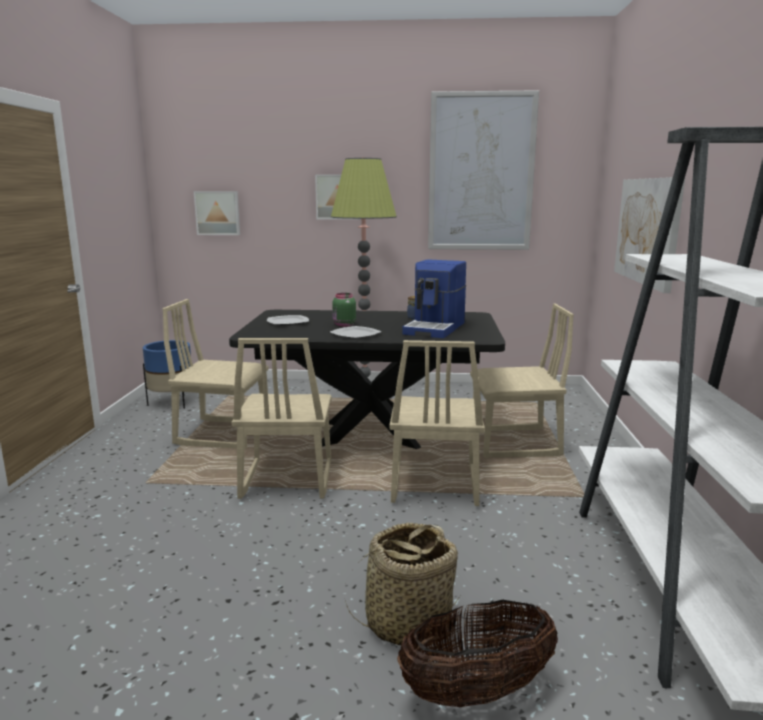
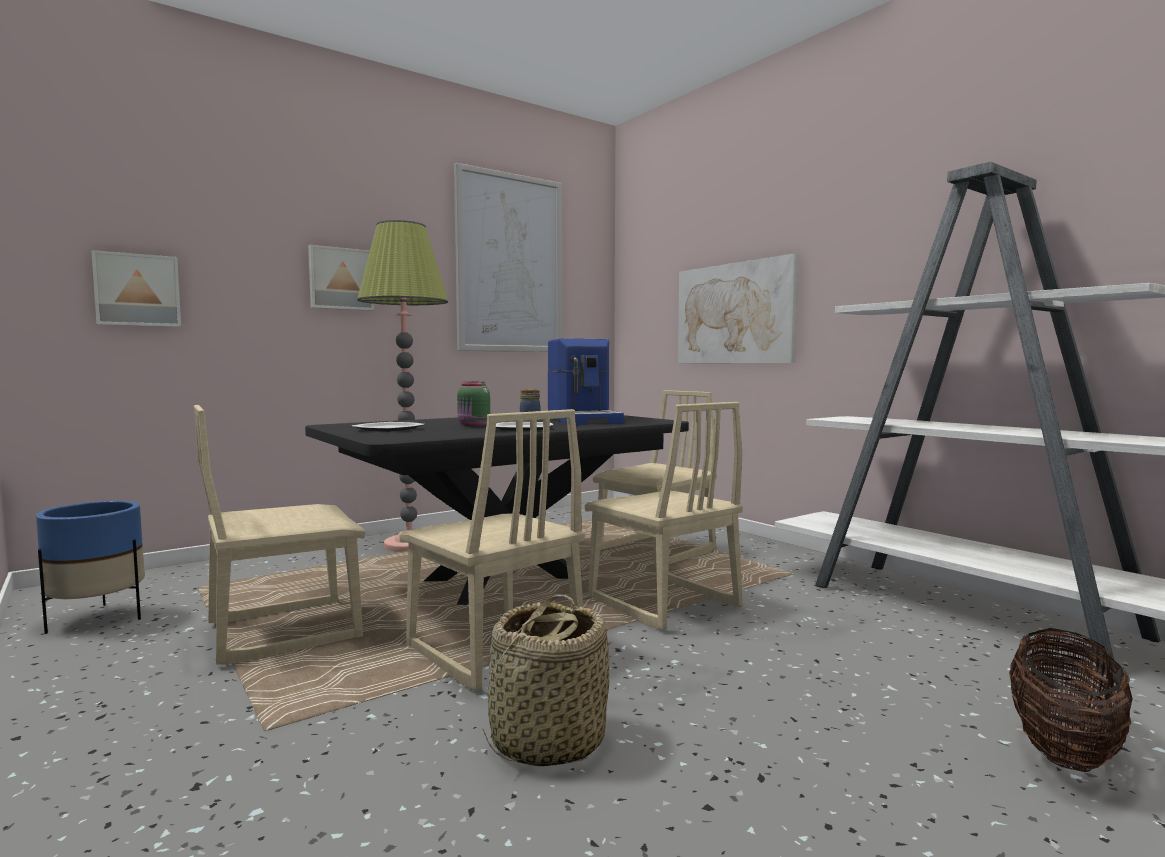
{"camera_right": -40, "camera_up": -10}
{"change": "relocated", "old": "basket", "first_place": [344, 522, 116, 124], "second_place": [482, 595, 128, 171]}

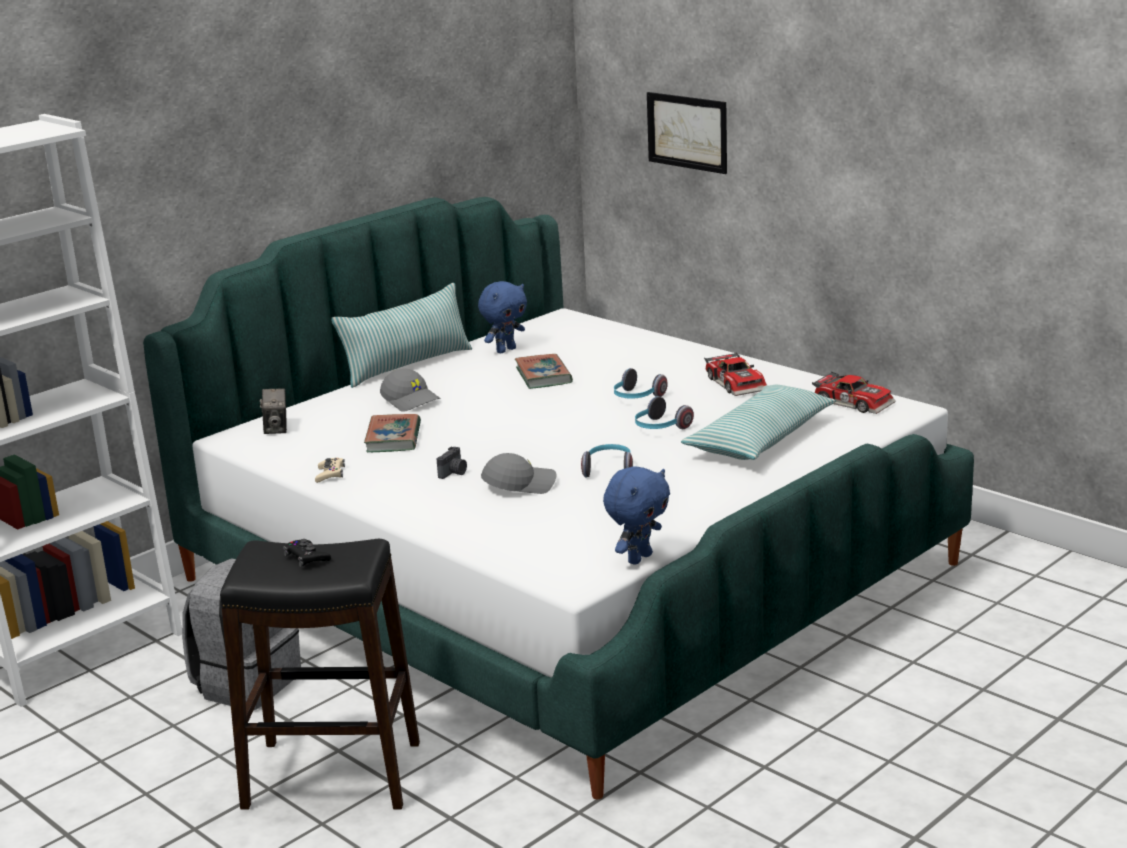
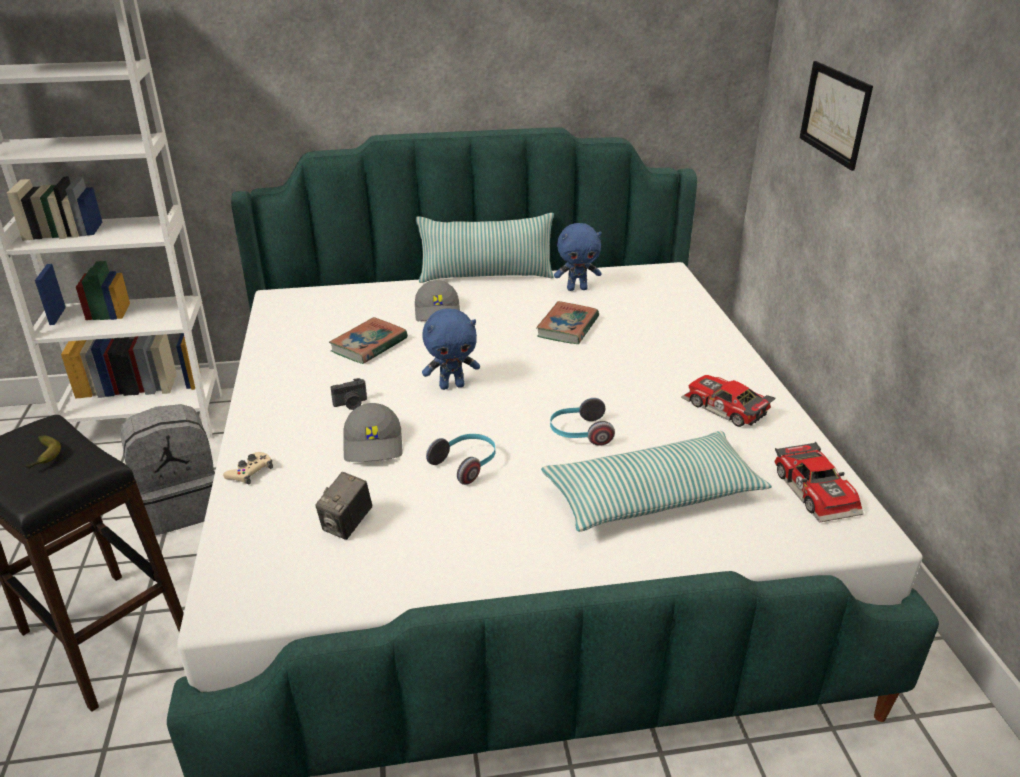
{"camera_right": 35, "camera_up": 10}
{"change": "exchanged", "old": "game controller in black", "new": "banana", "first_place": [283, 539, 48, 28], "second_place": [26, 435, 35, 34]}
{"change": "relocated", "old": "game controller in beige", "first_place": [315, 458, 30, 25], "second_place": [223, 452, 50, 32]}
{"change": "relocated", "old": "photo camera", "first_place": [260, 389, 27, 45], "second_place": [315, 472, 57, 68]}
{"change": "spun", "old": "cap in grey", "first_place": [481, 453, 76, 41], "second_place": [343, 403, 60, 59], "degrees": 60}
{"change": "relocated", "old": "plush toy in blue", "first_place": [603, 466, 67, 99], "second_place": [422, 309, 58, 81]}
{"change": "spun", "old": "toy car", "first_place": [704, 352, 63, 44], "second_place": [681, 375, 94, 52], "degrees": 120}
{"change": "missing", "old": "headphones", "first_place": [614, 368, 54, 31]}

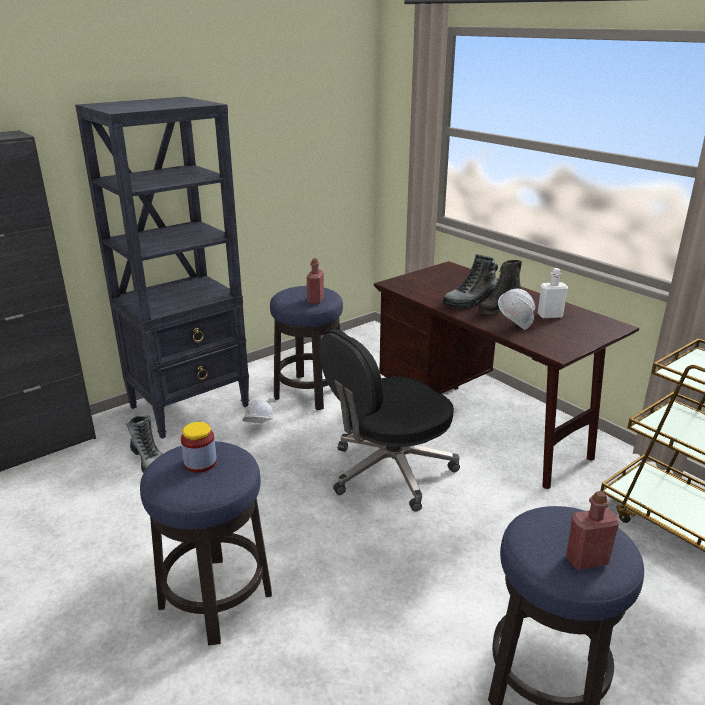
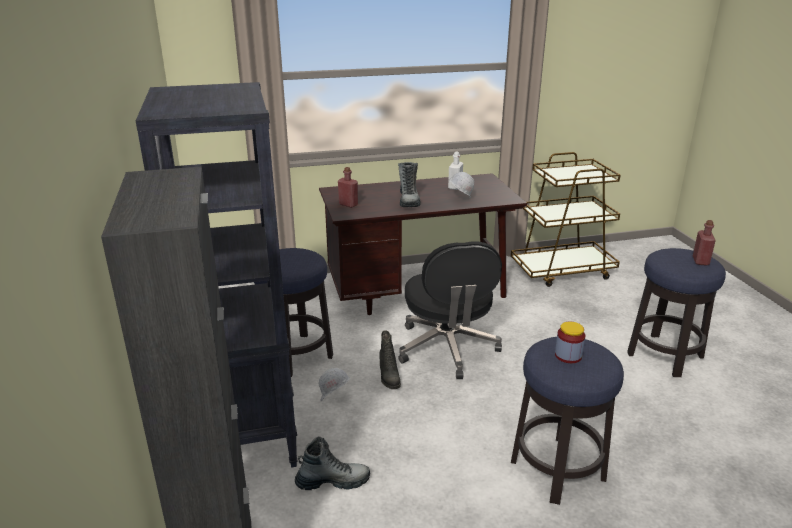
{"camera_right": -65, "camera_up": 0}
{"change": "relocated", "old": "bottle in red", "first_place": [307, 258, 17, 46], "second_place": [338, 167, 20, 41]}
{"change": "relocated", "old": "boot in black", "first_place": [478, 260, 44, 55], "second_place": [379, 330, 22, 59]}

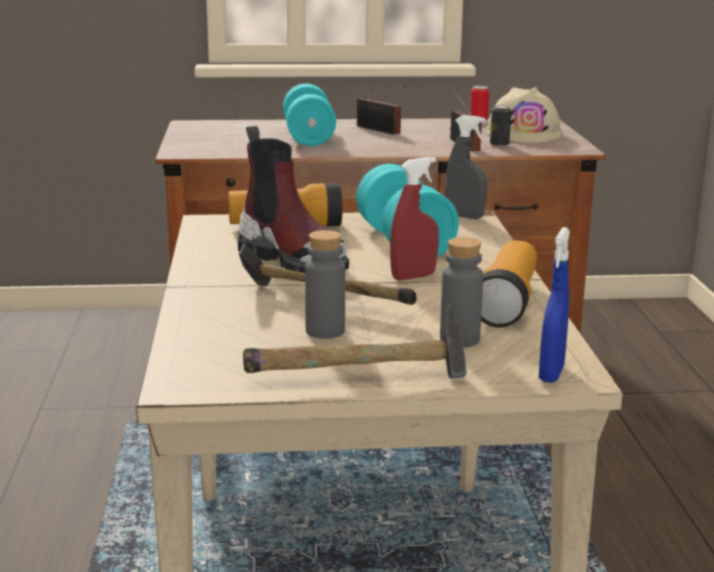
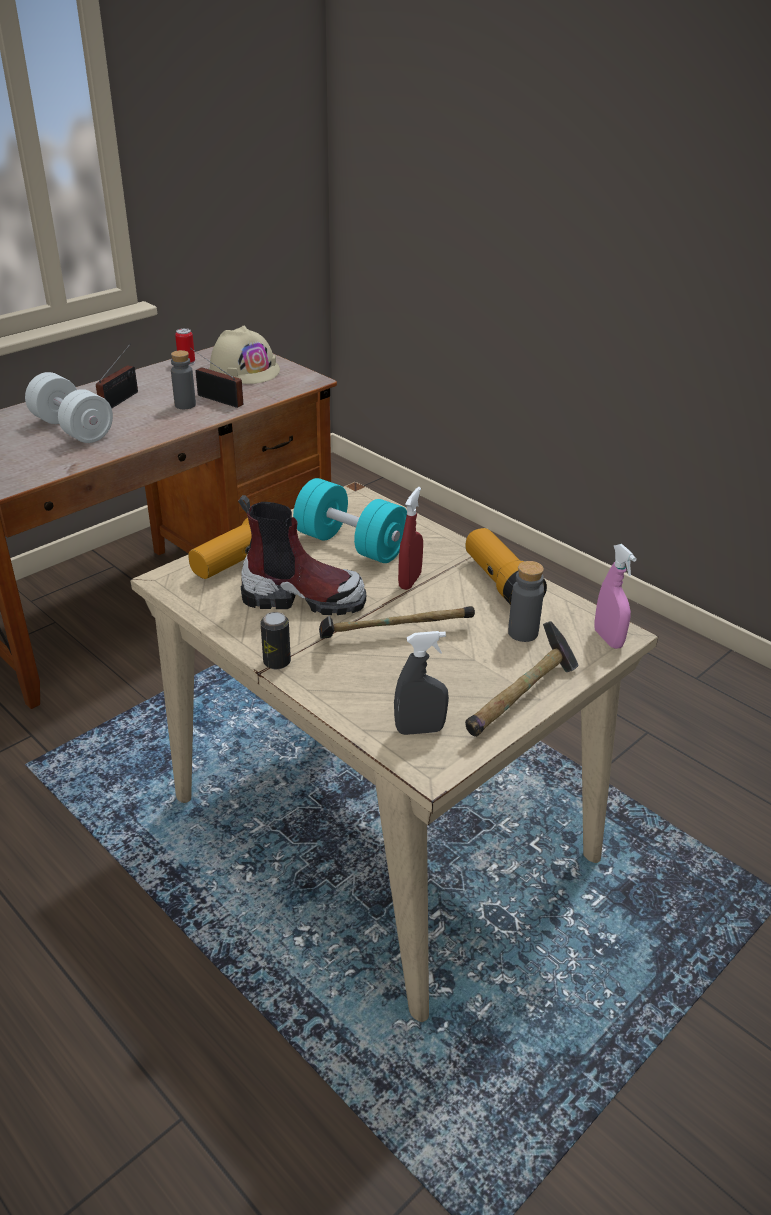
{"camera_right": -40, "camera_up": 15}
{"change": "colour", "old": "dumbbell in turquoise", "new": "dumbbell in white", "first_place": [283, 83, 53, 63], "second_place": [25, 372, 88, 71]}
{"change": "spun", "old": "radio", "first_place": [357, 85, 48, 50], "second_place": [96, 343, 42, 65], "degrees": -75}
{"change": "relocated", "old": "bottle in grey", "first_place": [305, 230, 40, 109], "second_place": [171, 350, 25, 59]}
{"change": "relocated", "old": "can", "first_place": [490, 105, 21, 42], "second_place": [261, 612, 30, 57]}
{"change": "relocated", "old": "spray bottle in grey", "first_place": [445, 115, 42, 104], "second_place": [394, 631, 55, 104]}
{"change": "colour", "old": "spray bottle in blue", "new": "spray bottle in pink", "first_place": [539, 227, 31, 156], "second_place": [595, 544, 42, 105]}

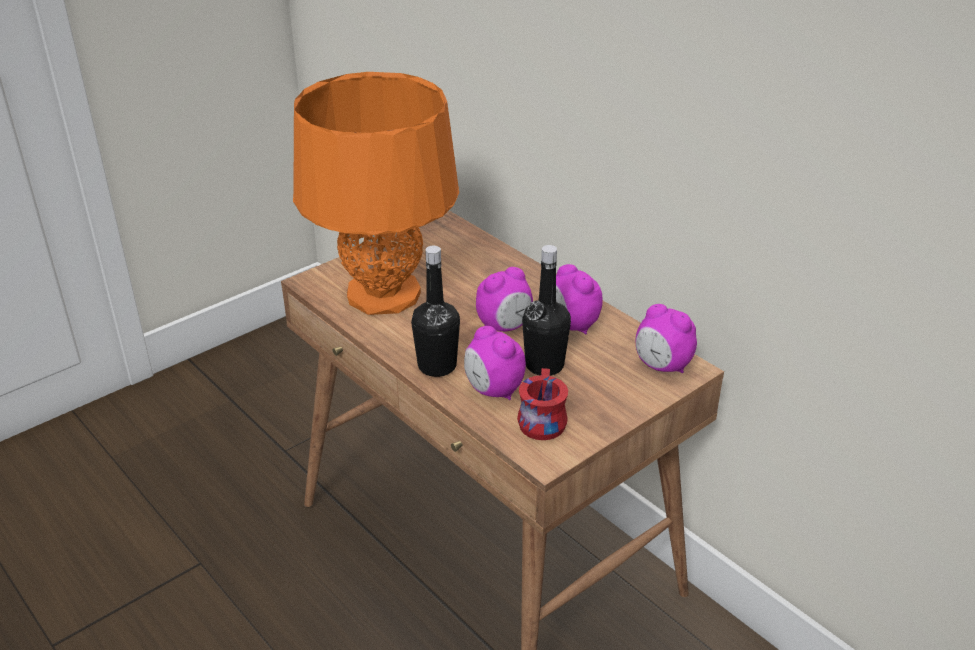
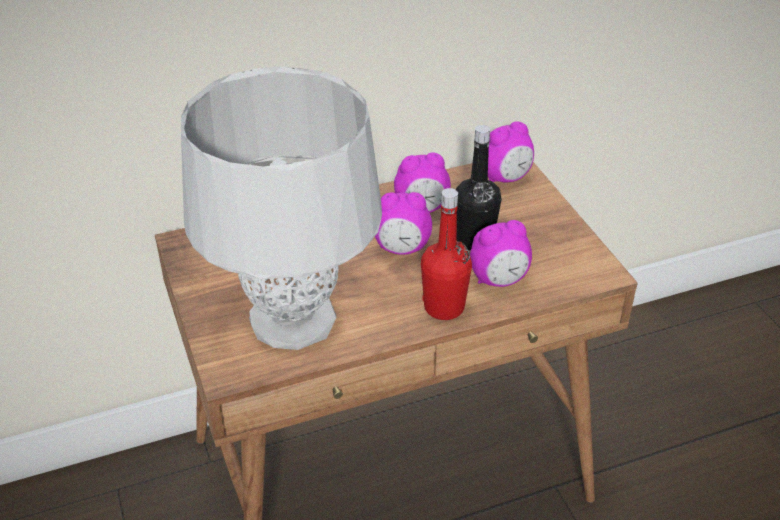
{"camera_right": -70, "camera_up": 5}
{"change": "colour", "old": "table lamp in orange", "new": "table lamp in grey", "first_place": [293, 72, 166, 243], "second_place": [181, 66, 201, 284]}
{"change": "spun", "old": "alarm clock", "first_place": [476, 267, 57, 65], "second_place": [375, 192, 57, 63], "degrees": 105}
{"change": "colour", "old": "bottle in black", "new": "bottle in red", "first_place": [411, 246, 49, 131], "second_place": [421, 188, 51, 132]}
{"change": "missing", "old": "mug in red", "first_place": [517, 368, 51, 72]}

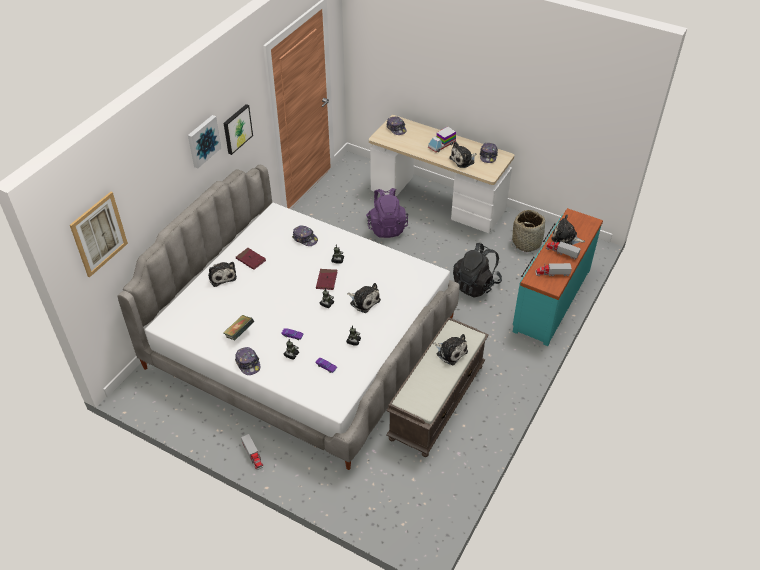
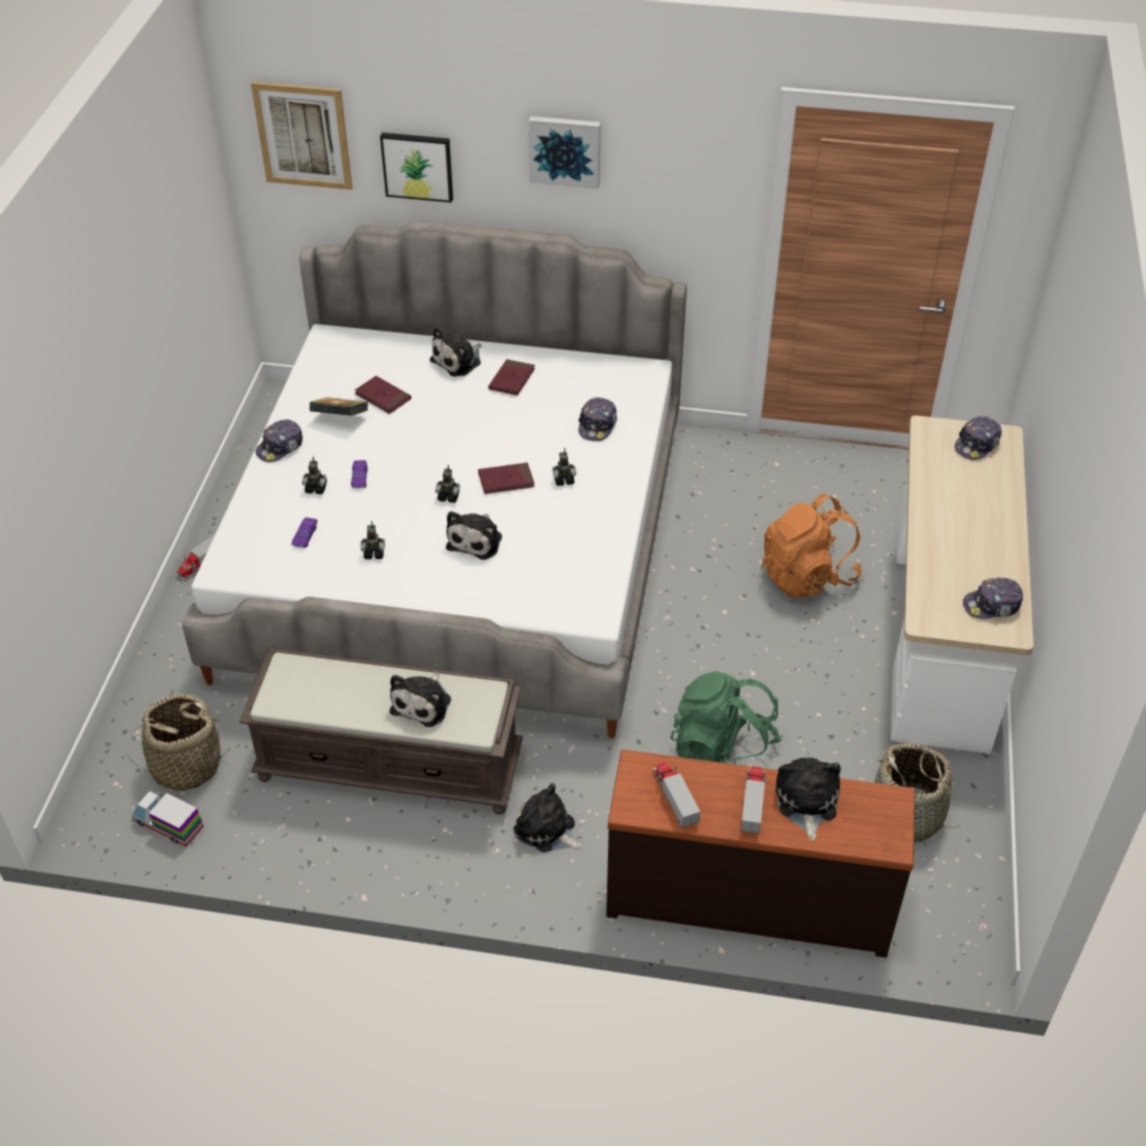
{"camera_right": 70, "camera_up": 0}
{"change": "appeared", "new": "basket", "second_place": [125, 694, 105, 97]}
{"change": "relocated", "old": "toy truck", "first_place": [428, 127, 28, 26], "second_place": [132, 791, 72, 55]}
{"change": "appeared", "new": "book in red", "second_place": [355, 376, 56, 38]}
{"change": "relocated", "old": "picture", "first_place": [224, 104, 29, 51], "second_place": [380, 133, 73, 70]}
{"change": "relocated", "old": "plush toy", "first_place": [449, 141, 27, 27], "second_place": [514, 783, 69, 69]}
{"change": "colour", "old": "dresser in turquoise", "new": "dresser in brown", "first_place": [513, 208, 90, 138], "second_place": [606, 749, 309, 209]}
{"change": "colour", "old": "backpack in black", "new": "backpack in green", "first_place": [453, 243, 49, 55], "second_place": [670, 671, 112, 93]}
{"change": "colour", "old": "backpack in purple", "new": "backpack in orange", "first_place": [366, 188, 42, 50], "second_place": [761, 494, 101, 104]}

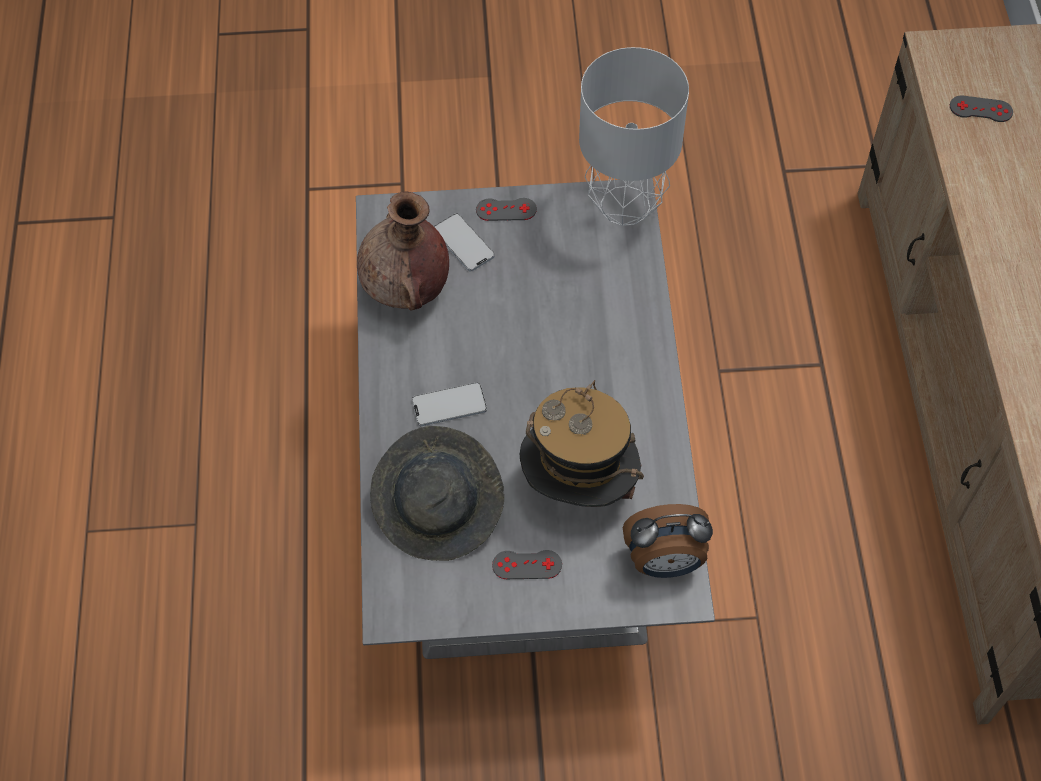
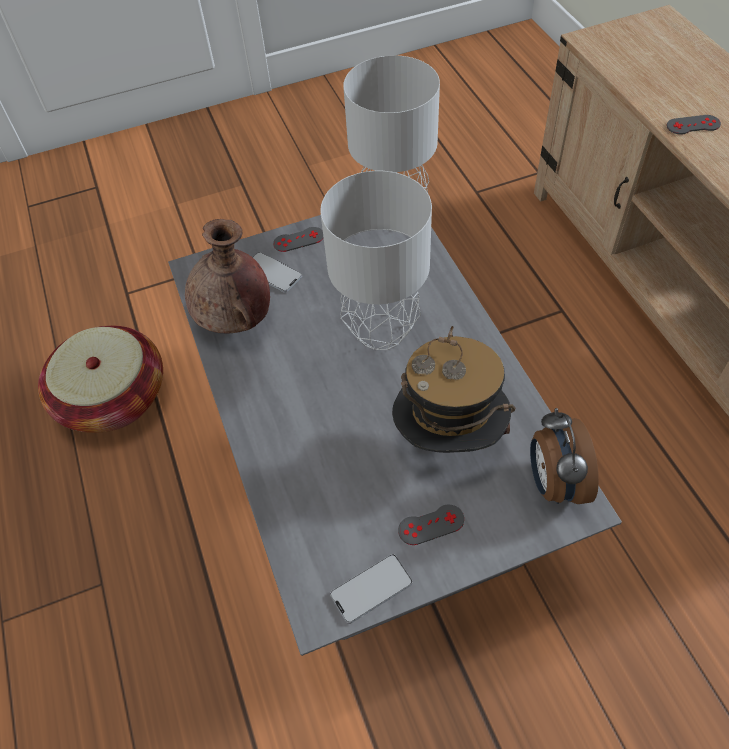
{"camera_right": -15, "camera_up": -5}
{"change": "appeared", "new": "basket", "second_place": [38, 325, 125, 108]}
{"change": "appeared", "new": "table lamp in grey", "second_place": [320, 171, 112, 179]}
{"change": "relocated", "old": "phone", "first_place": [412, 382, 75, 44], "second_place": [330, 554, 82, 70]}
{"change": "spun", "old": "alarm clock", "first_place": [623, 504, 90, 74], "second_place": [530, 408, 69, 96], "degrees": 105}
{"change": "relocated", "old": "game controller in grey", "first_place": [950, 96, 63, 26], "second_place": [667, 115, 54, 19]}
{"change": "missing", "old": "hat in grey", "first_place": [370, 426, 134, 135]}

